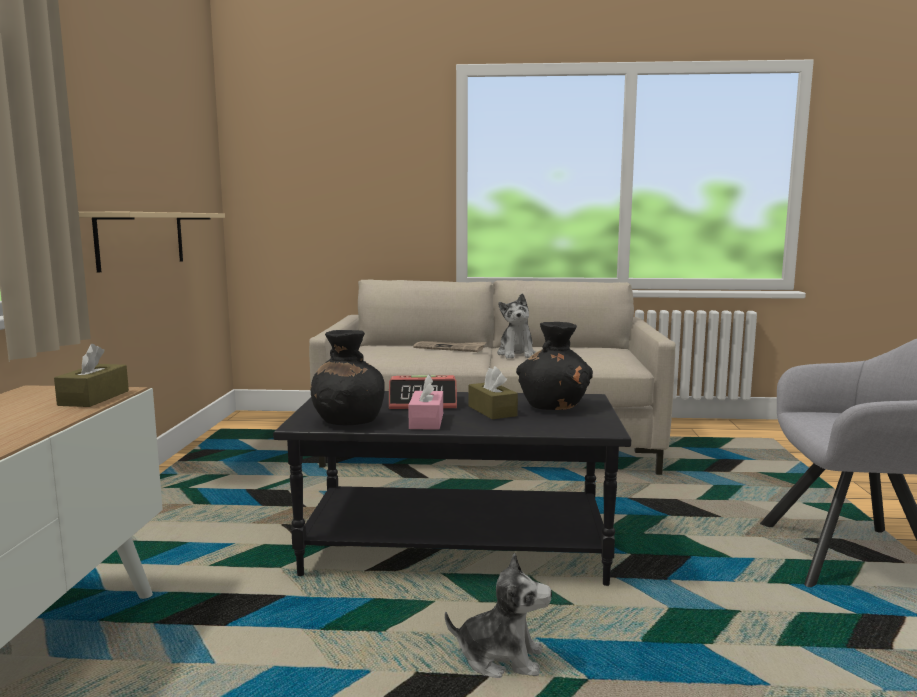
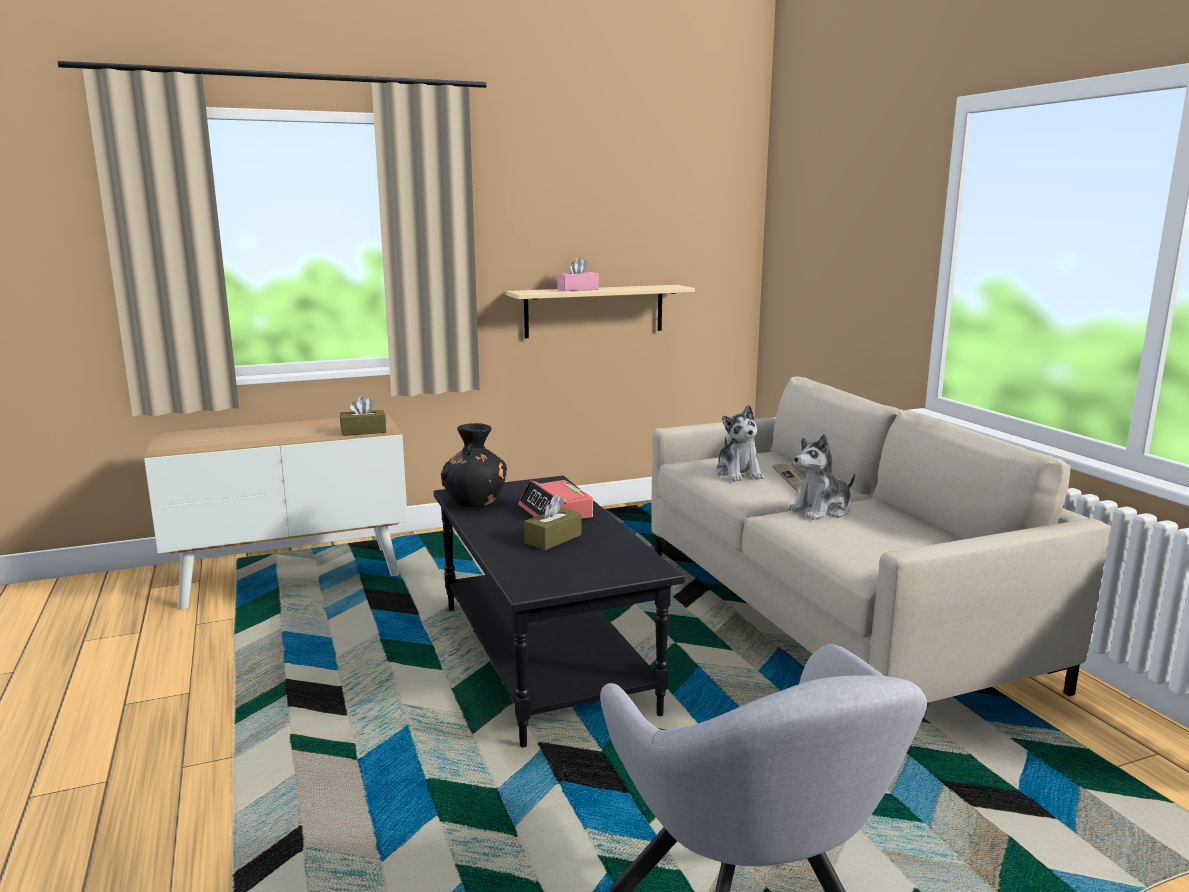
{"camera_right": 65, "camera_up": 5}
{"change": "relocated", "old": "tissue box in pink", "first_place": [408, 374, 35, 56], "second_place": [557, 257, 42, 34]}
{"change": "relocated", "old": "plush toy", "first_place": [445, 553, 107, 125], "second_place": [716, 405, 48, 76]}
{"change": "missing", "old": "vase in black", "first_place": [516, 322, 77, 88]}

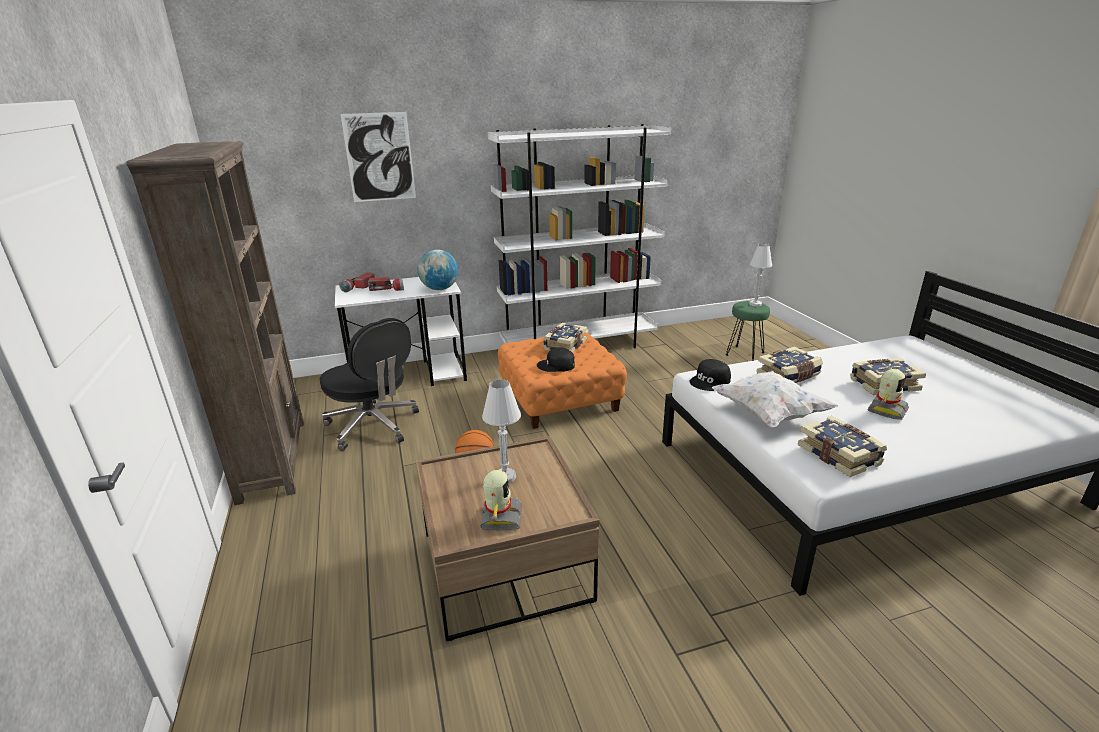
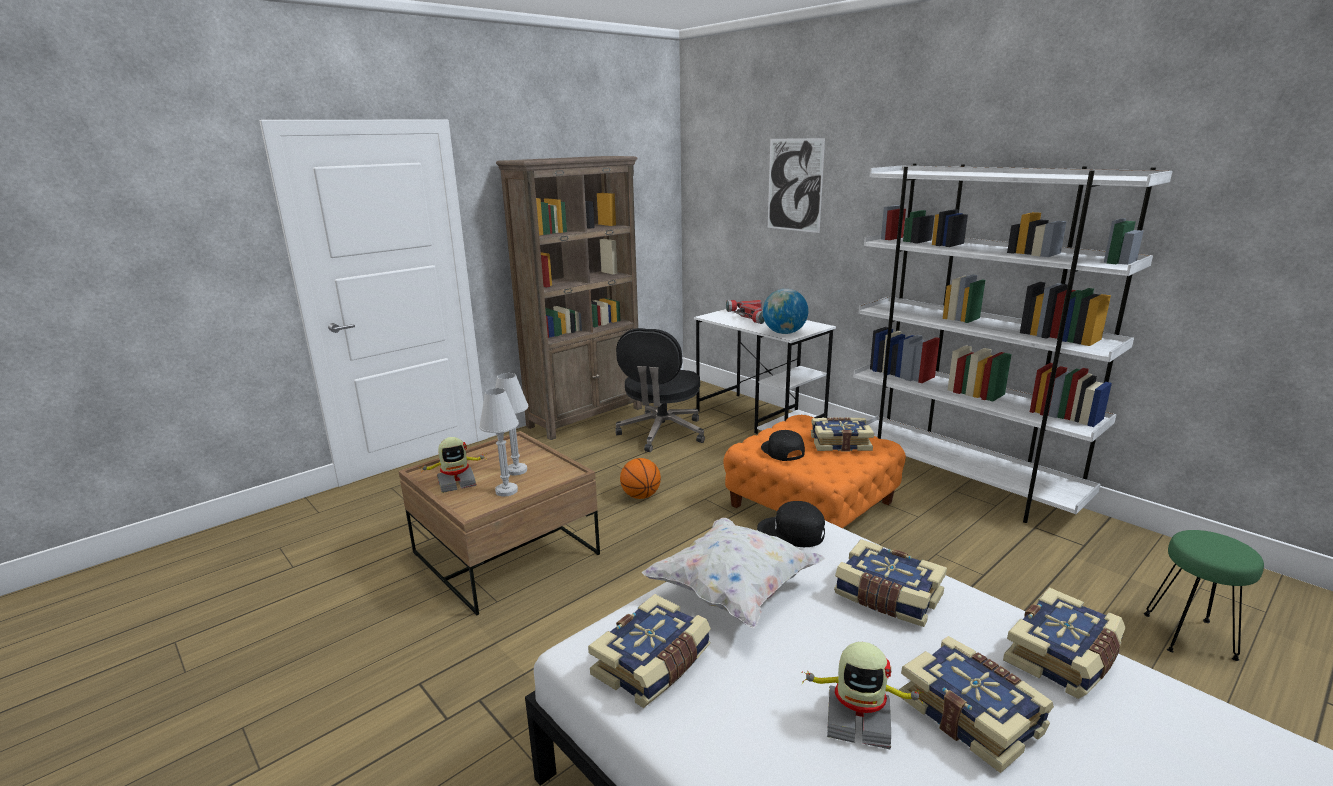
{"camera_right": 65, "camera_up": -5}
{"change": "relocated", "old": "table lamp in white", "first_place": [749, 244, 23, 63], "second_place": [479, 388, 40, 109]}
{"change": "appeared", "new": "book", "second_place": [1003, 587, 123, 112]}

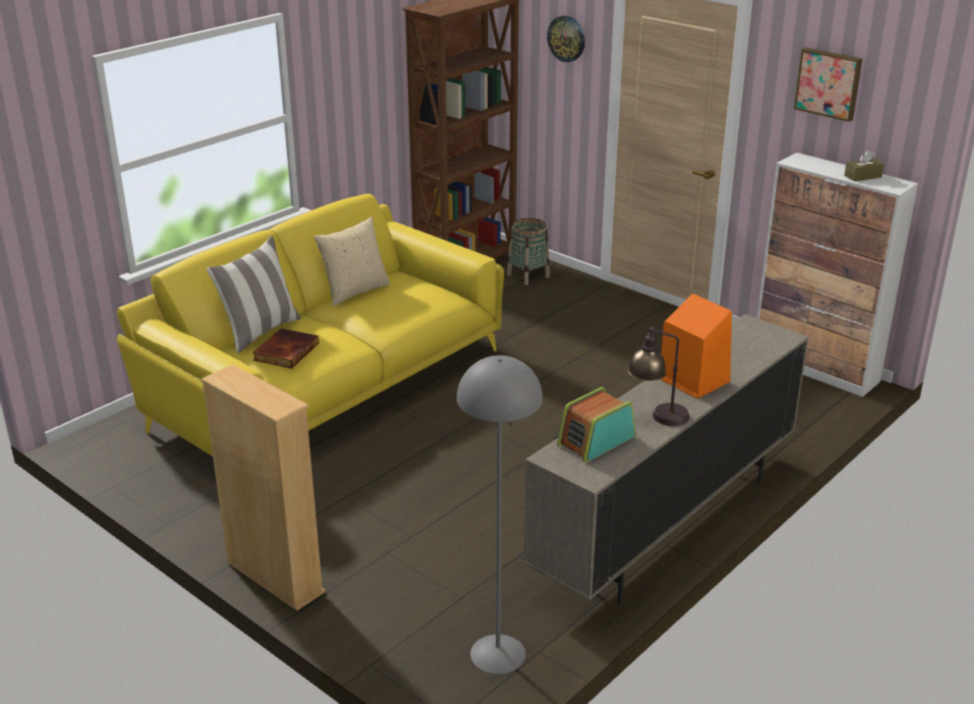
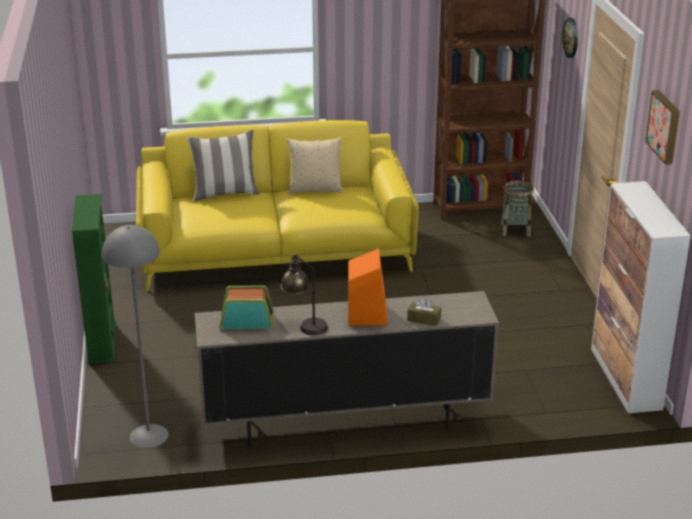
{"camera_right": 40, "camera_up": 0}
{"change": "colour", "old": "bookcase in beige", "new": "bookcase in green", "first_place": [201, 364, 125, 247], "second_place": [72, 194, 44, 170]}
{"change": "relocated", "old": "tissue box in brown", "first_place": [844, 150, 40, 32], "second_place": [407, 298, 34, 28]}
{"change": "missing", "old": "book", "first_place": [253, 328, 66, 40]}

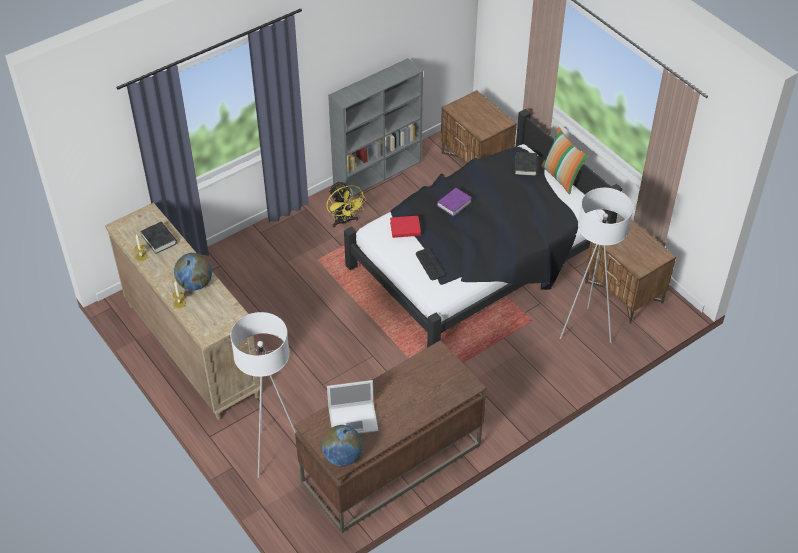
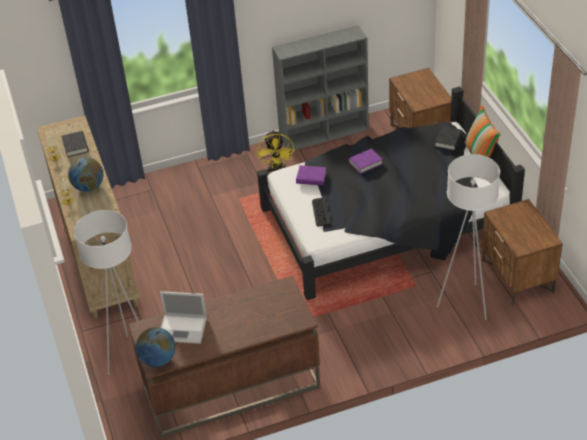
{"camera_right": 20, "camera_up": -5}
{"change": "colour", "old": "book in red", "new": "book in purple", "first_place": [390, 216, 31, 22], "second_place": [296, 165, 31, 21]}

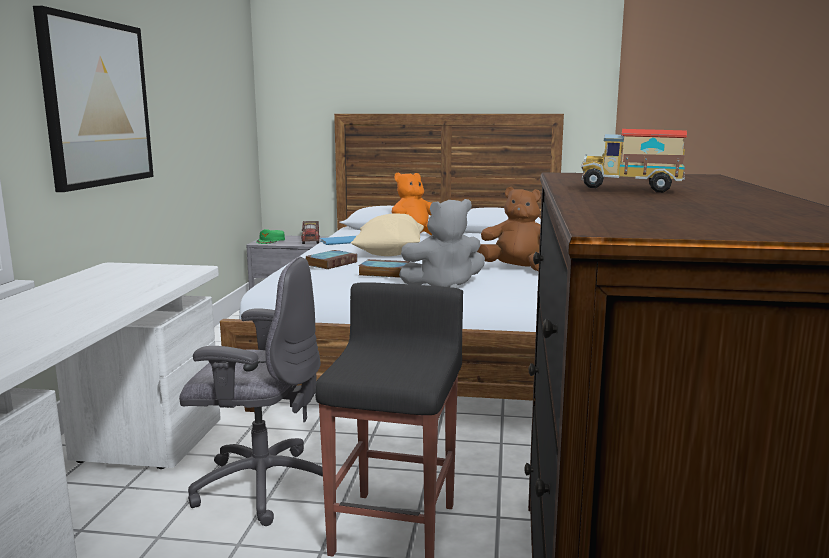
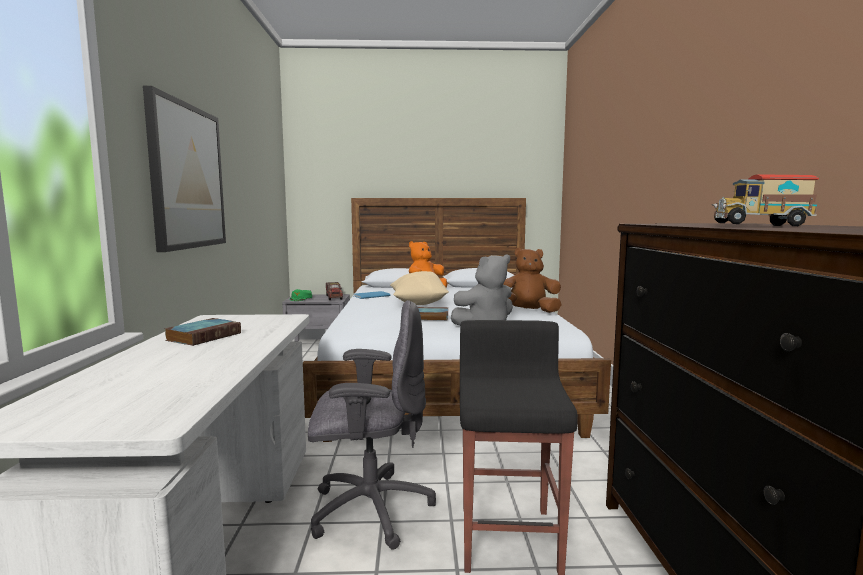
{"camera_right": -10, "camera_up": -5}
{"change": "relocated", "old": "book", "first_place": [305, 250, 52, 19], "second_place": [164, 318, 77, 28]}

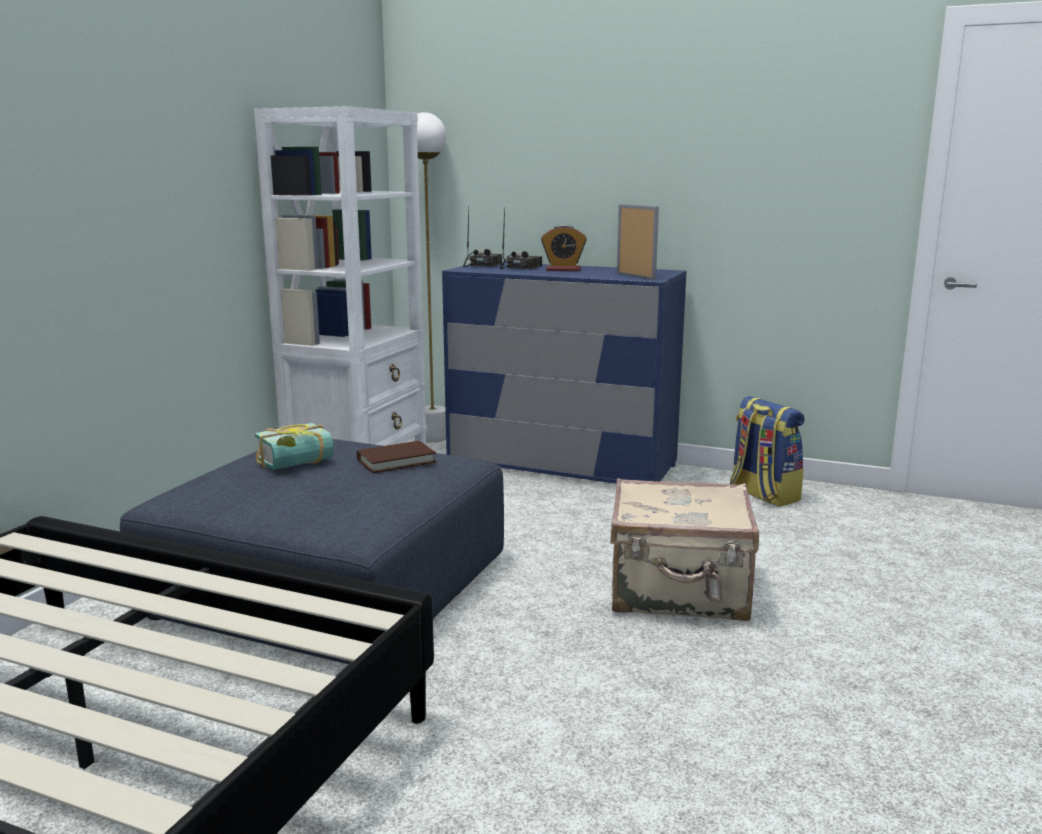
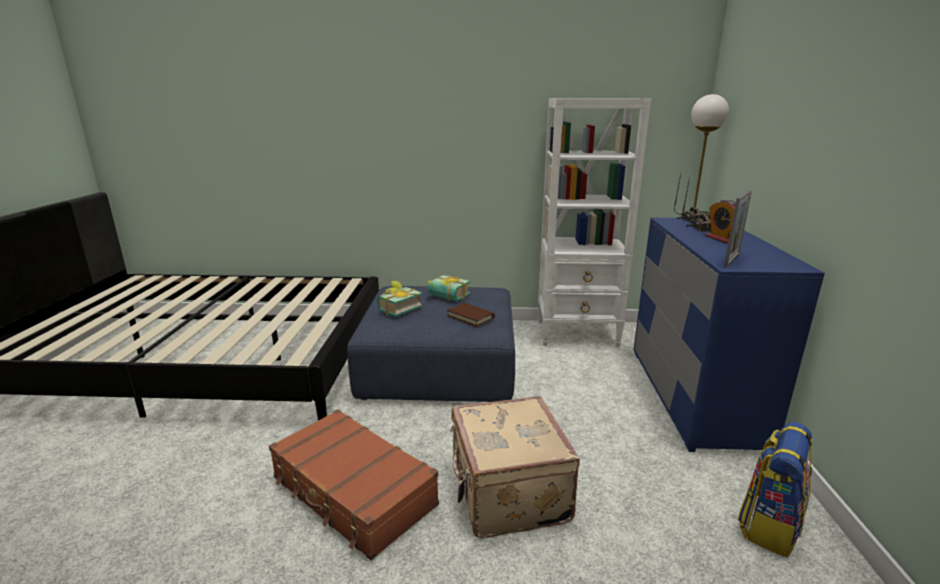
{"camera_right": 70, "camera_up": 5}
{"change": "appeared", "new": "suitcase in brown", "second_place": [269, 409, 170, 151]}
{"change": "appeared", "new": "book", "second_place": [377, 281, 45, 36]}

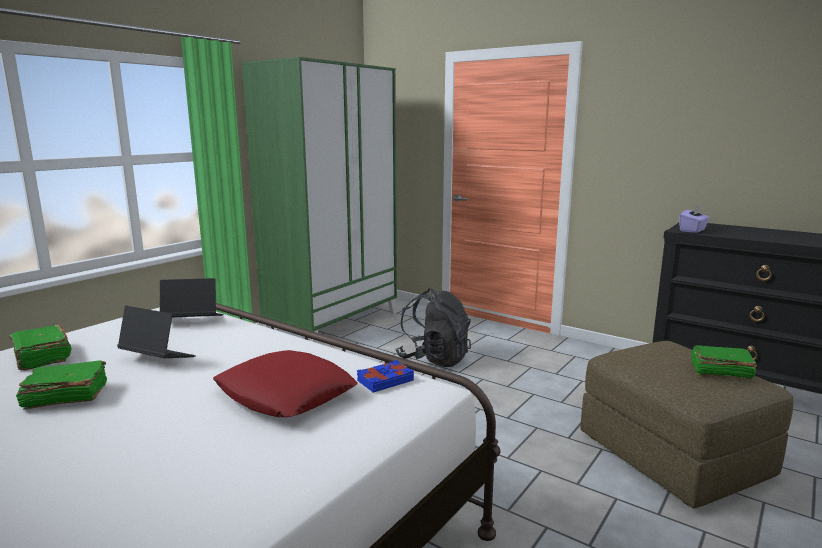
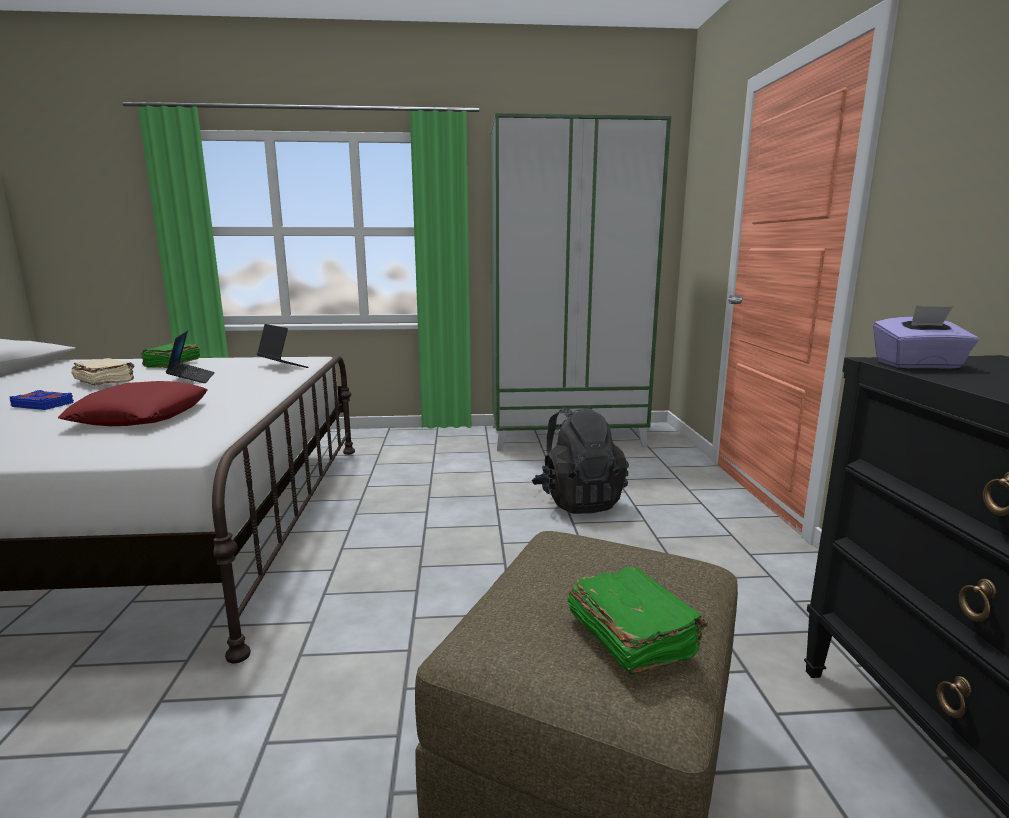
{"camera_right": 50, "camera_up": 0}
{"change": "relocated", "old": "book in blue", "first_place": [357, 360, 57, 33], "second_place": [9, 390, 65, 20]}
{"change": "colour", "old": "book in green", "new": "book in beige", "first_place": [16, 360, 91, 50], "second_place": [71, 358, 64, 28]}

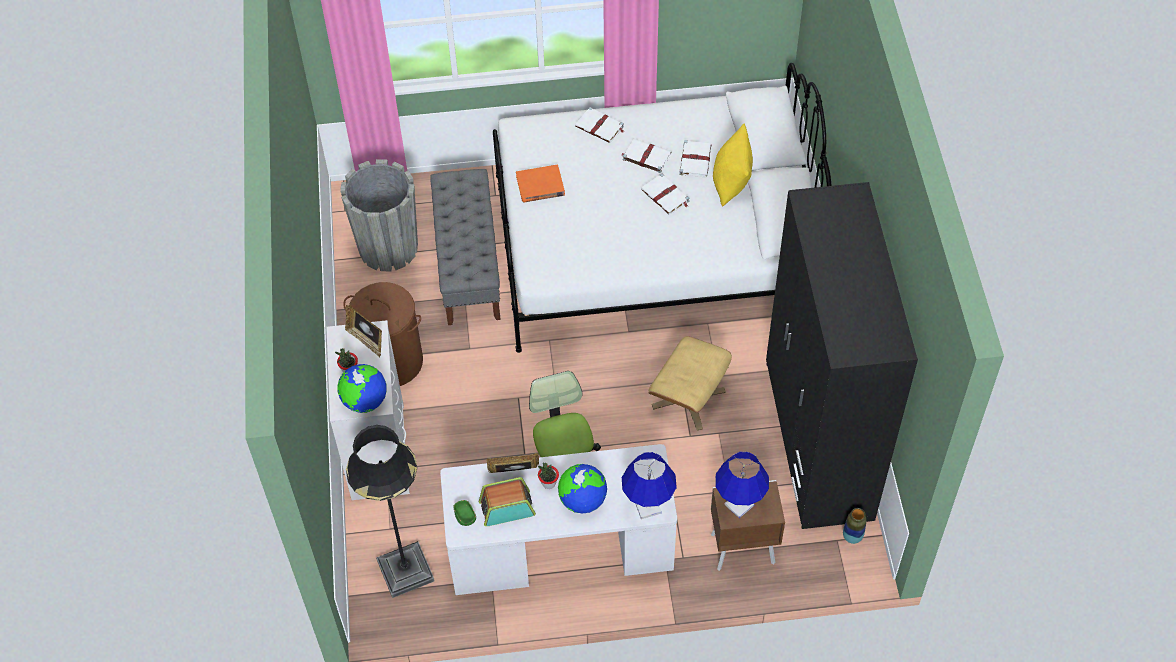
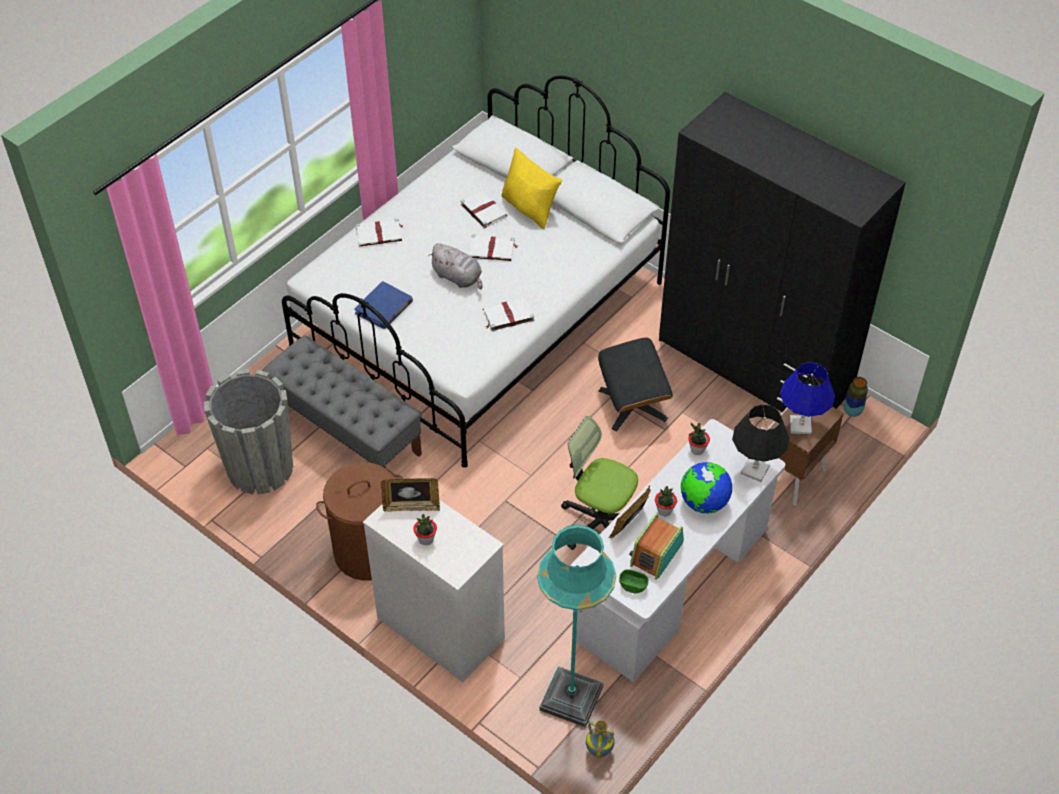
{"camera_right": -45, "camera_up": -5}
{"change": "colour", "old": "book in orange", "new": "book in blue", "first_place": [516, 164, 49, 38], "second_place": [354, 281, 59, 48]}
{"change": "appeared", "new": "plush toy in grey", "second_place": [428, 243, 55, 47]}
{"change": "relocated", "old": "book in white", "first_place": [622, 139, 50, 34], "second_place": [483, 297, 51, 34]}
{"change": "colour", "old": "floor lamp in black", "new": "floor lamp in turquoise", "first_place": [346, 425, 89, 173], "second_place": [537, 525, 79, 203]}
{"change": "appeared", "new": "vase", "second_place": [586, 720, 29, 38]}
{"change": "colour", "old": "ottoman in beige", "new": "ottoman in black", "first_place": [648, 336, 84, 95], "second_place": [598, 337, 75, 94]}
{"change": "appeared", "new": "potted plant", "second_place": [688, 423, 22, 32]}
{"change": "colour", "old": "table lamp in blue", "new": "table lamp in black", "first_place": [622, 452, 55, 67], "second_place": [732, 404, 57, 78]}
{"change": "missing", "old": "globe", "first_place": [337, 364, 50, 49]}

